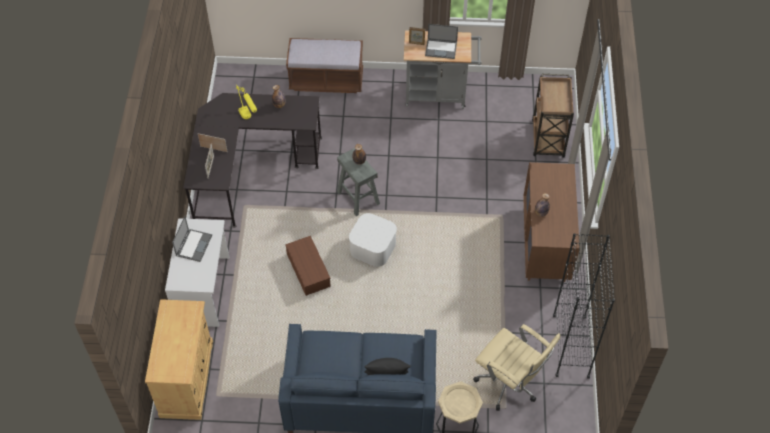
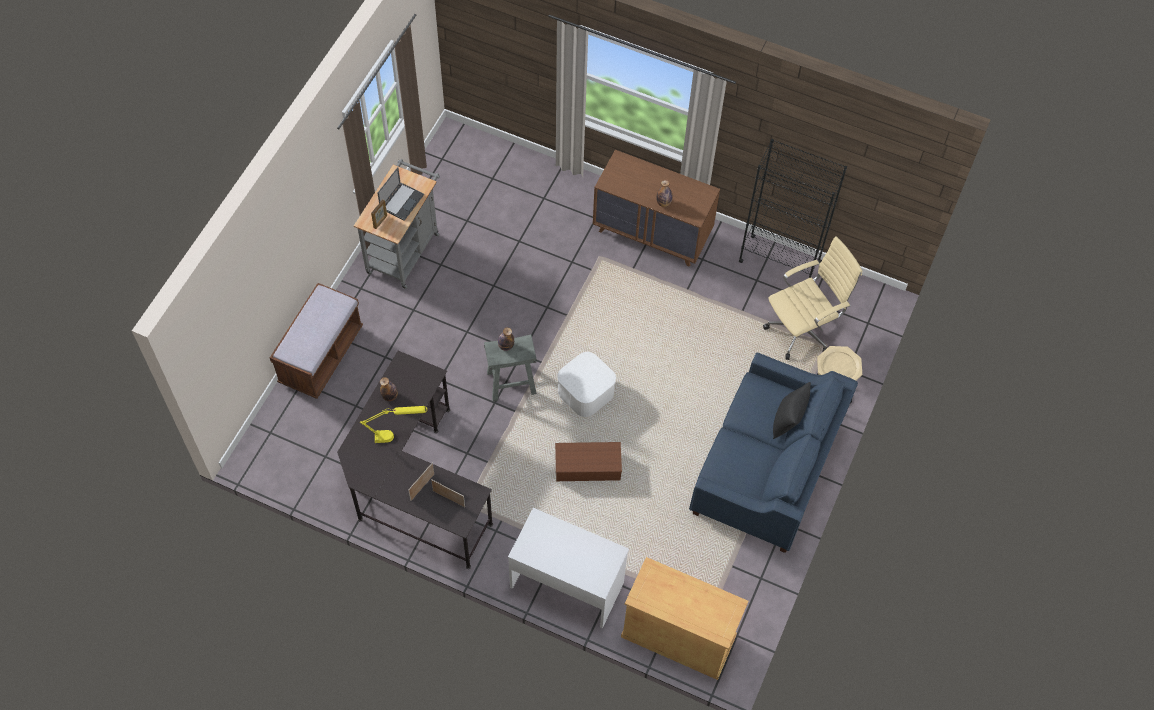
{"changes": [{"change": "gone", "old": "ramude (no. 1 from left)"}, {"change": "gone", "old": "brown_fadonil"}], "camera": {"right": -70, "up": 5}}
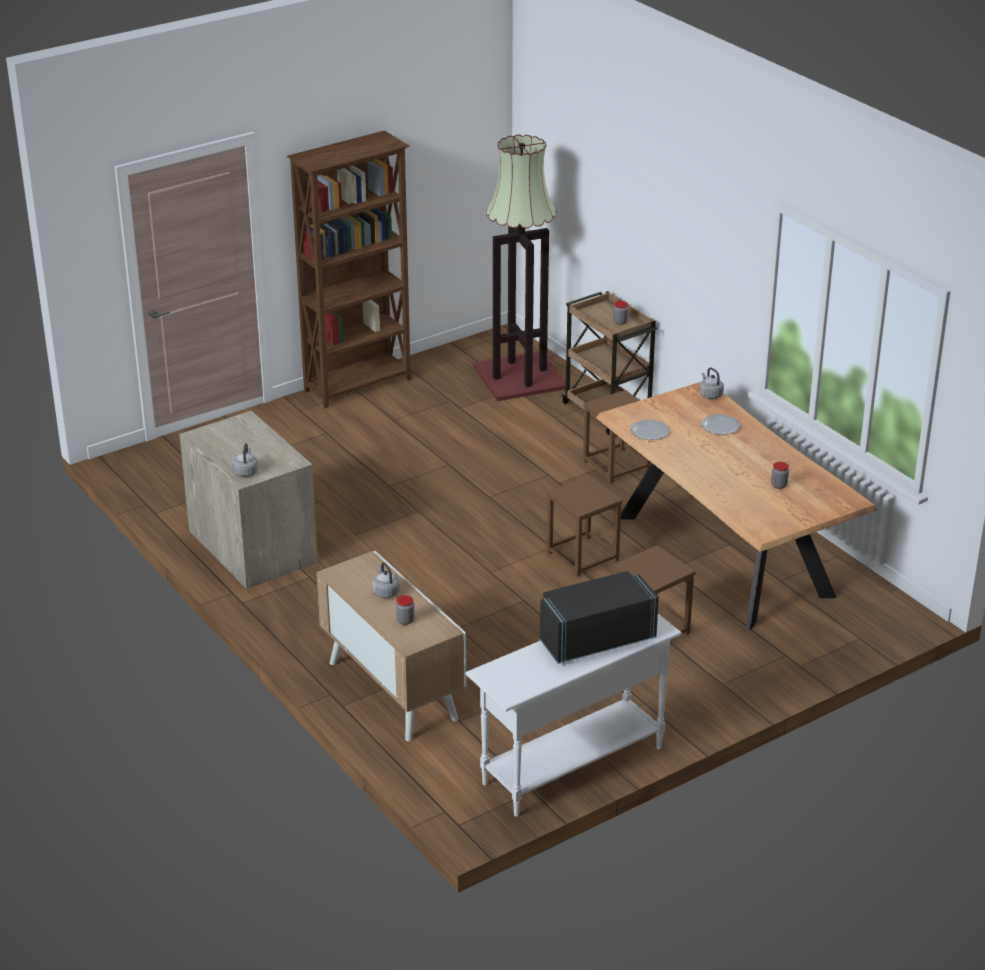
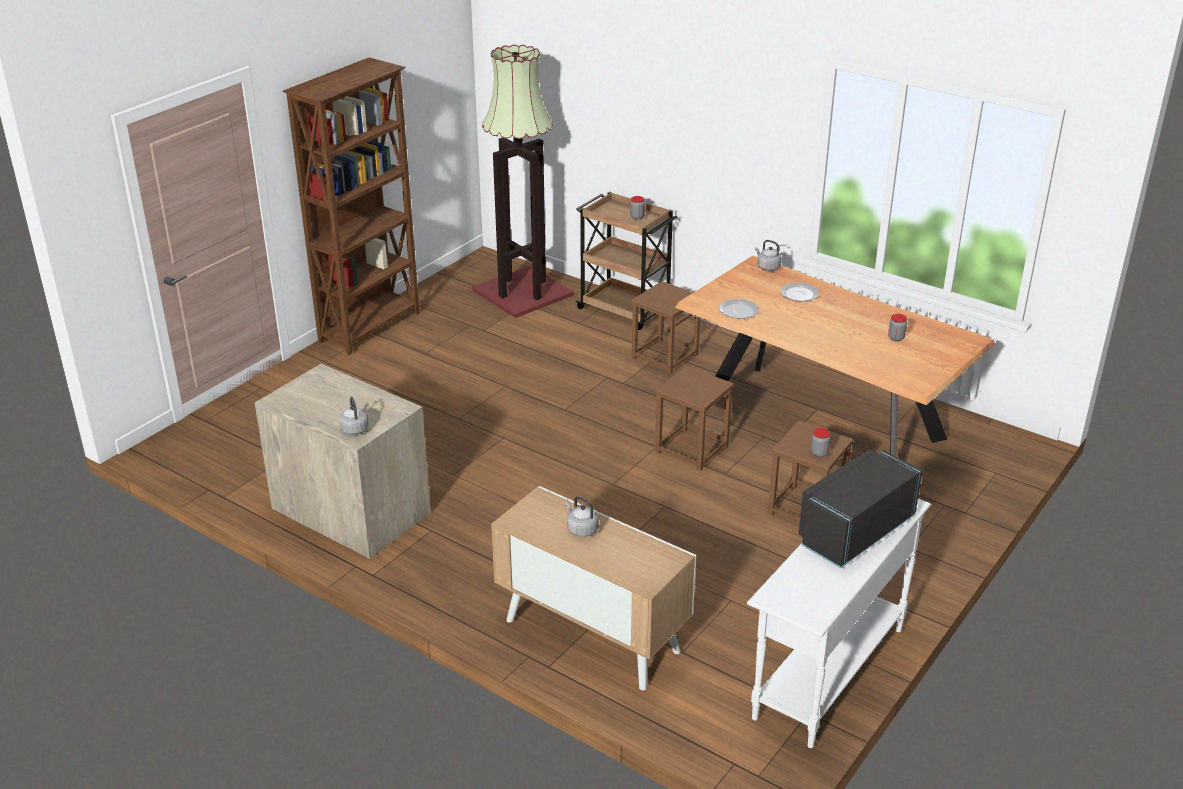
{"changes": [{"change": "shifted", "old": "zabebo (no. 1 from left in the first image)", "new": "zabebo (no. 2 from left)"}], "camera": {"right": -20, "up": 0}}
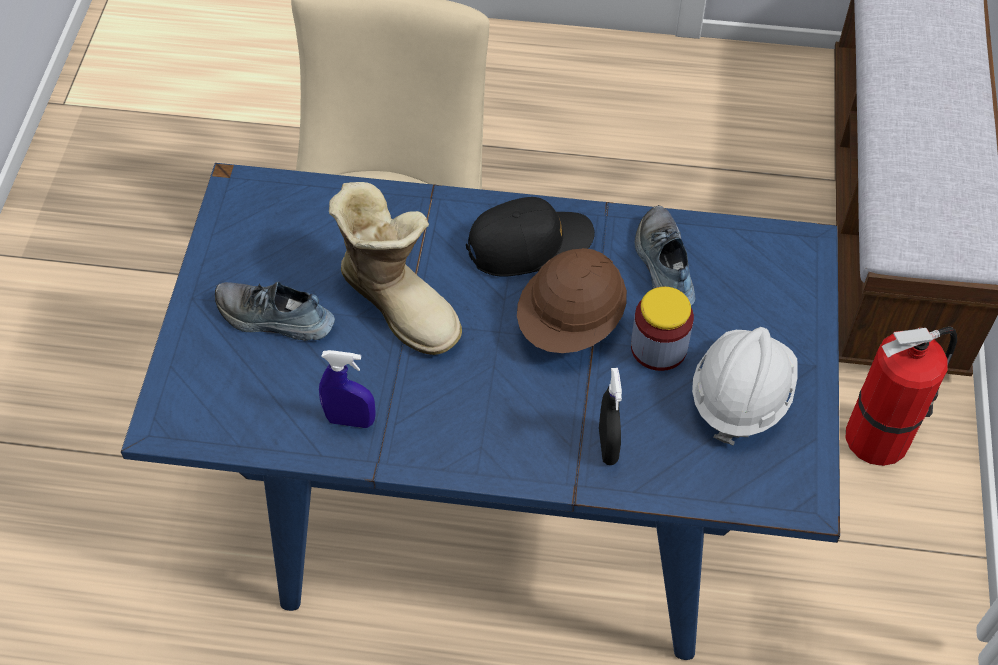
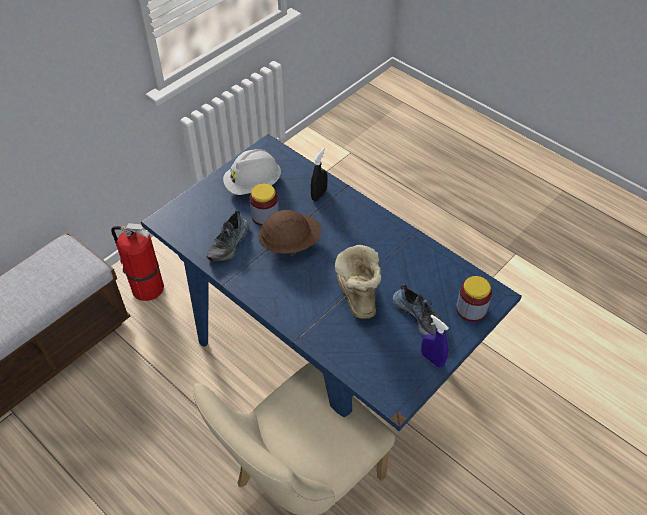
{"changes": [{"change": "shifted", "old": "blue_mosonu"}, {"change": "gone", "old": "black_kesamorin"}, {"change": "new", "new": "zabebo (no. 2 from left)"}], "camera": {"right": -145, "up": -5}}
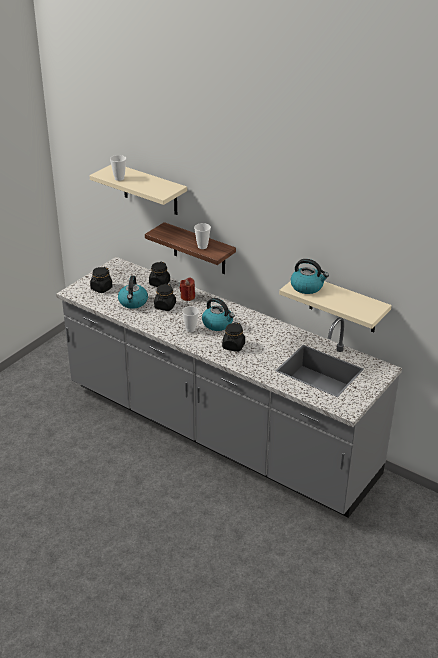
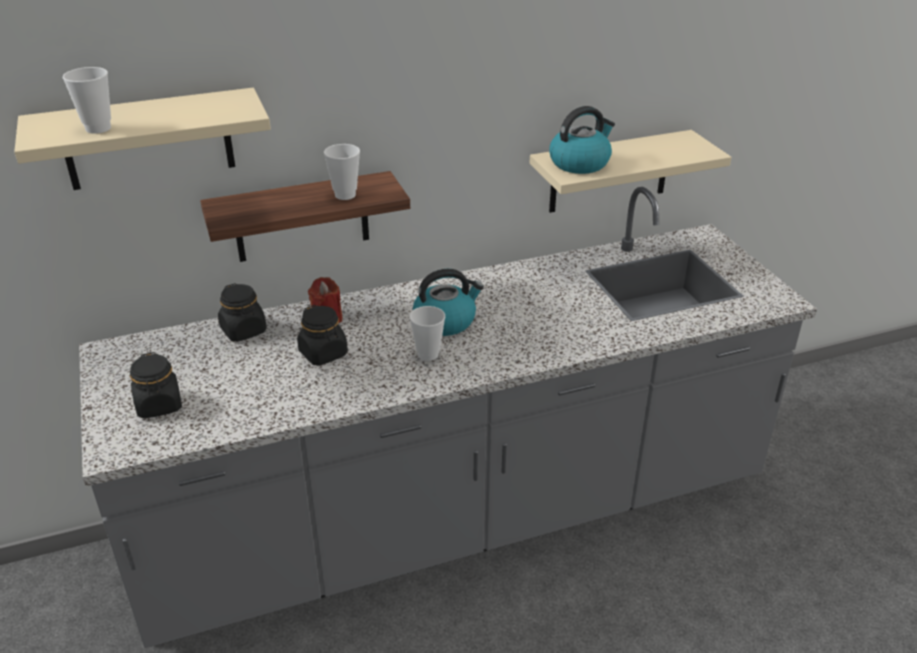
{"changes": [{"change": "gone", "old": "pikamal (no. 1 from left)"}, {"change": "gone", "old": "black_zabebo (no. 4 from left)"}], "camera": {"right": -55, "up": 0}}
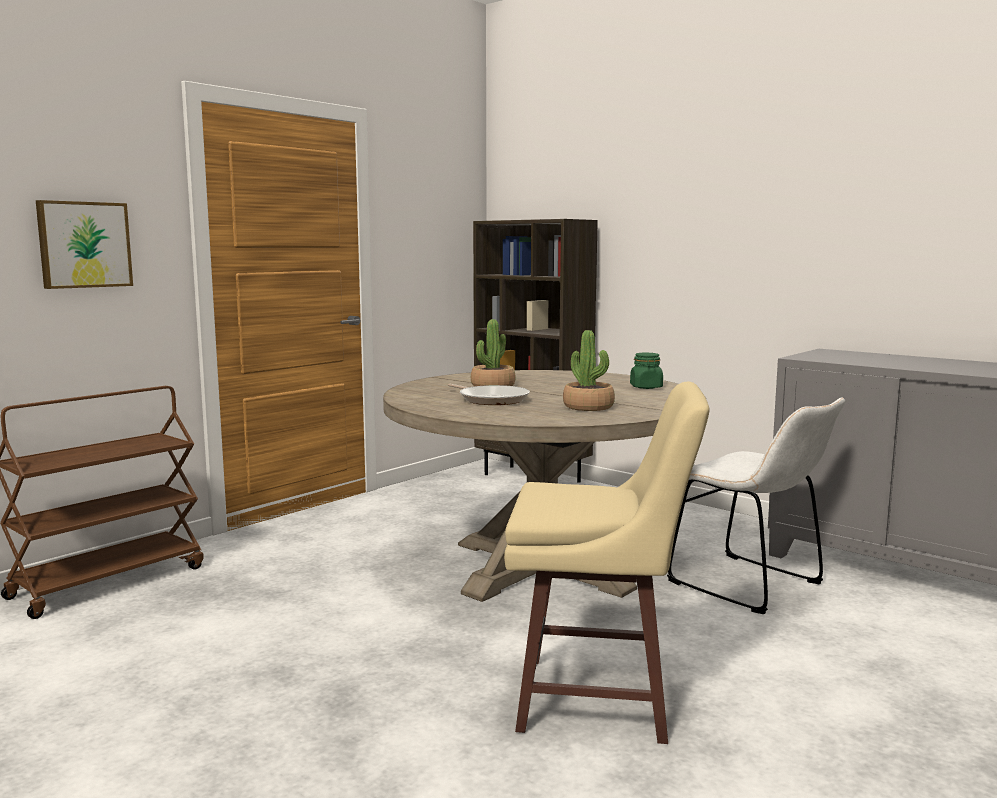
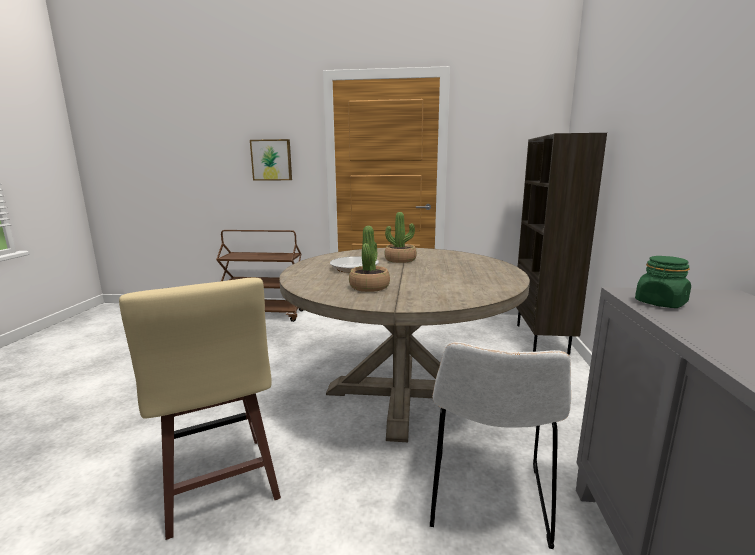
{"changes": [{"change": "shifted", "old": "green_zabebo"}], "camera": {"right": 55, "up": 5}}
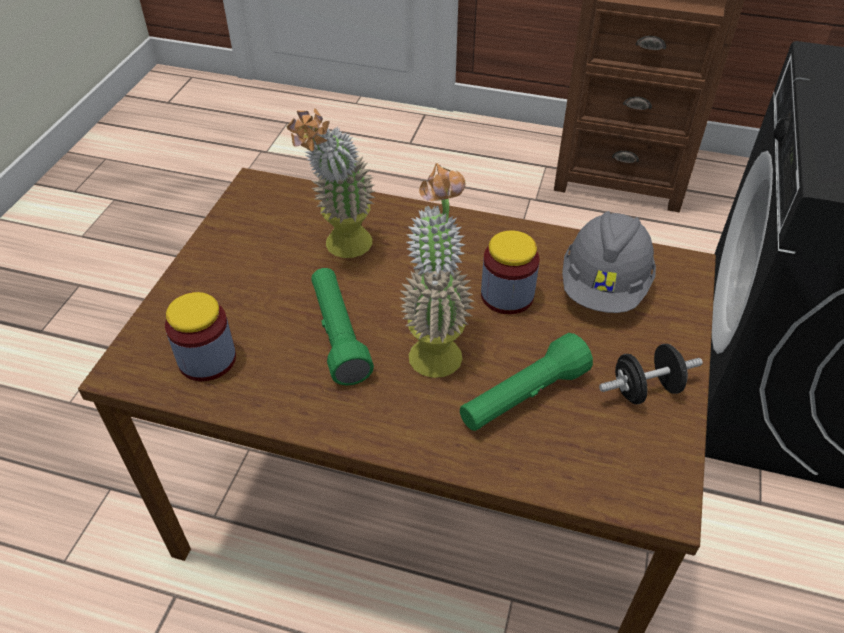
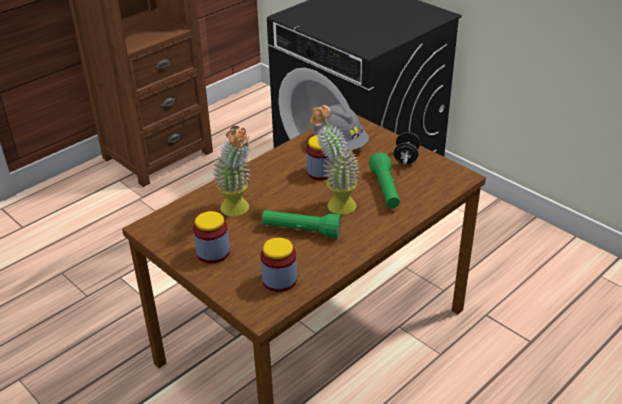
{"changes": [{"change": "new", "new": "zabebo (no. 1 from left)"}], "camera": {"right": -60, "up": -10}}
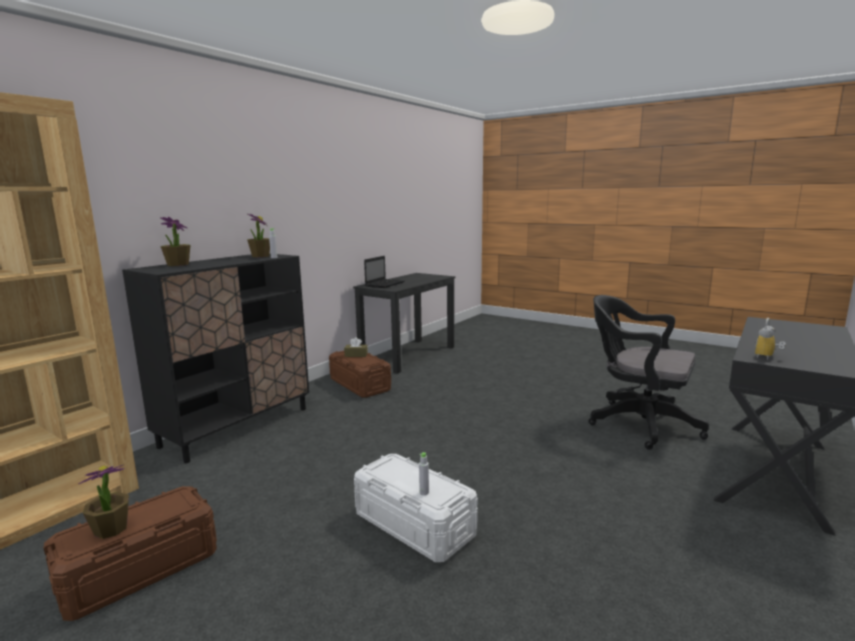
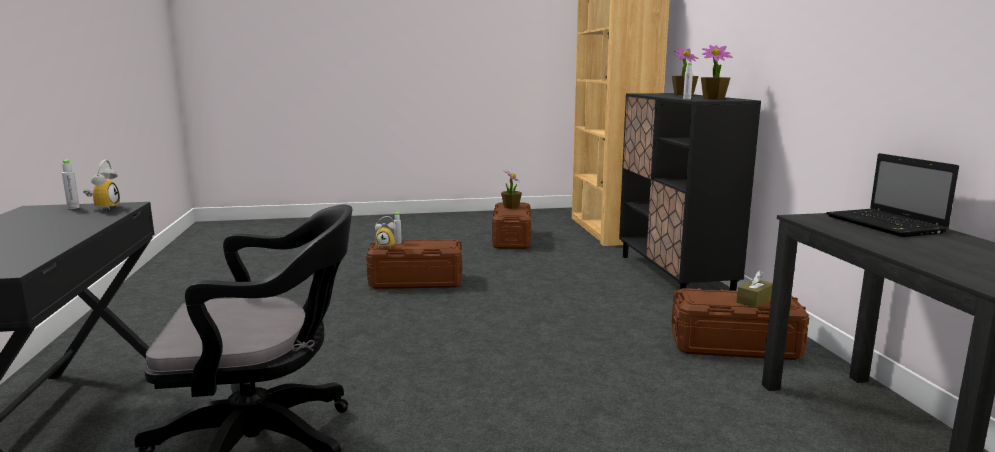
{"changes": [{"change": "repainted", "old": "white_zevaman", "new": "brown_zevaman (no. 1 from left)"}, {"change": "new", "new": "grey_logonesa (no. 1 from left)"}, {"change": "new", "new": "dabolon (no. 2 from left)"}], "camera": {"right": 135, "up": 0}}
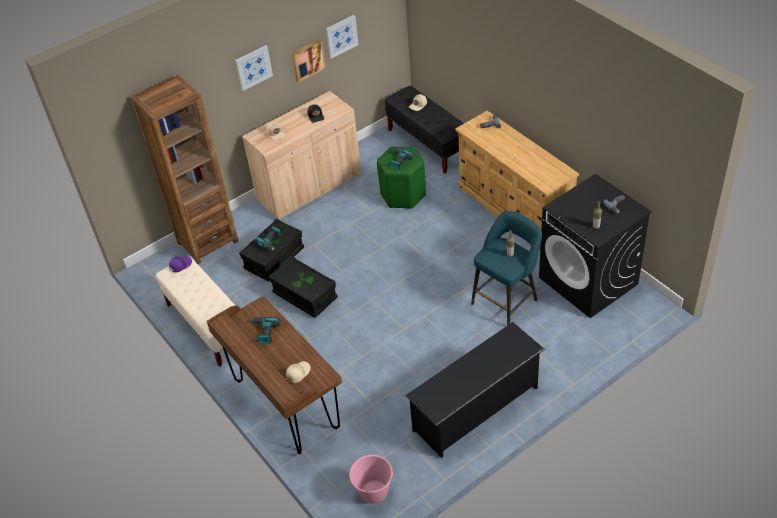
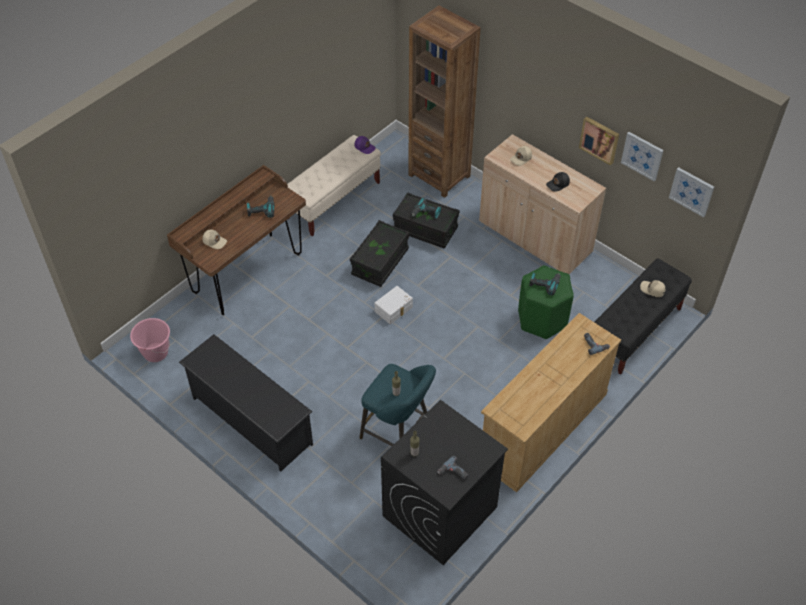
{"changes": [{"change": "shifted", "old": "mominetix (no. 1 from left in the first image)", "new": "mominetix (no. 3 from left)"}, {"change": "new", "new": "white_zevaman"}], "camera": {"right": 75, "up": 5}}
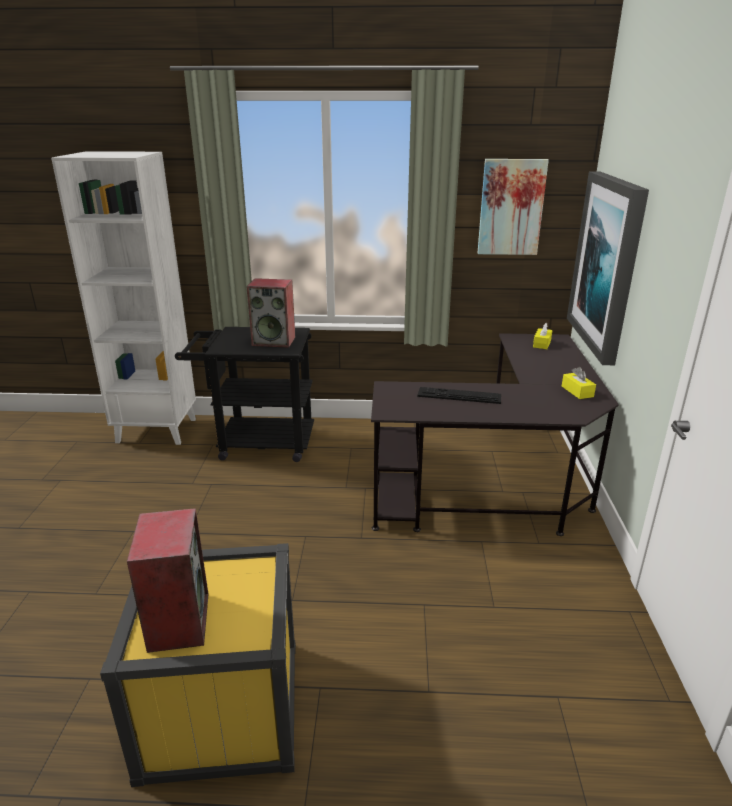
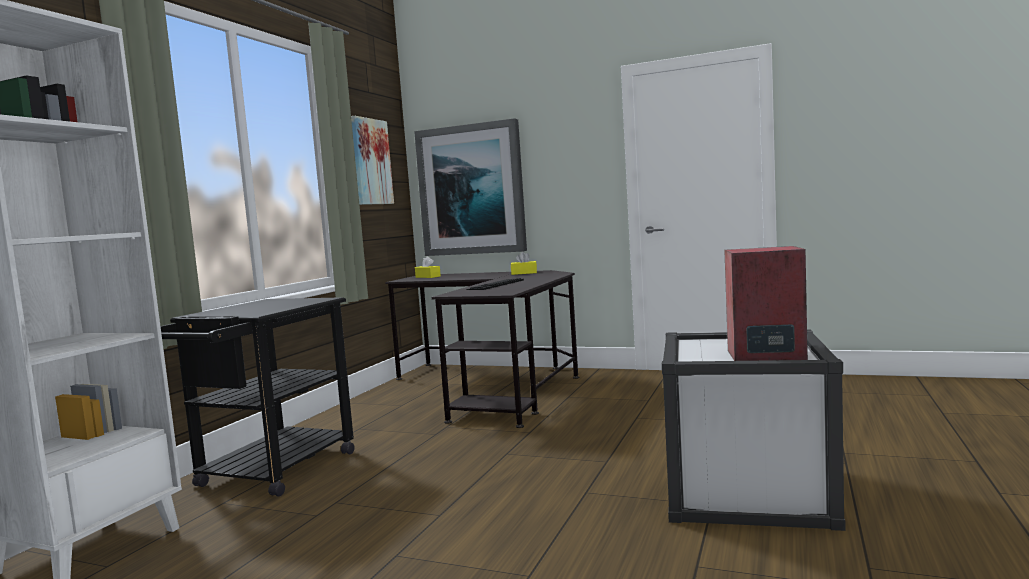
{"changes": [{"change": "repainted", "old": "yellow_zevaman", "new": "white_zevaman"}, {"change": "gone", "old": "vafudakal (no. 2 from left)"}], "camera": {"right": -70, "up": -20}}
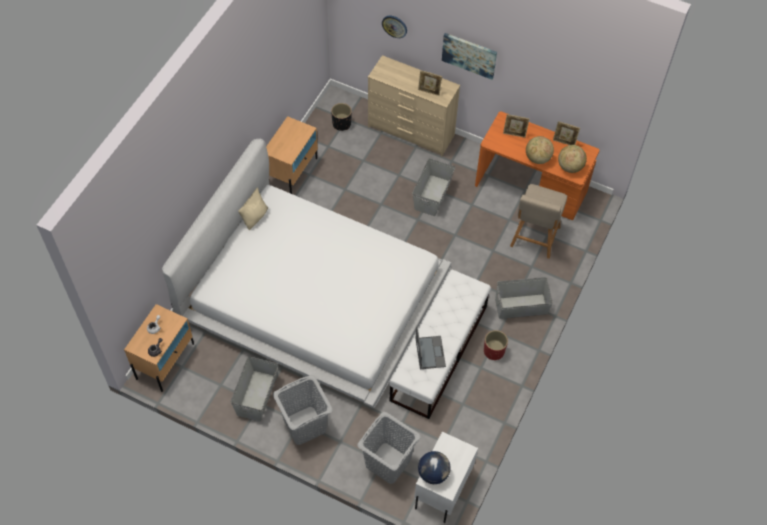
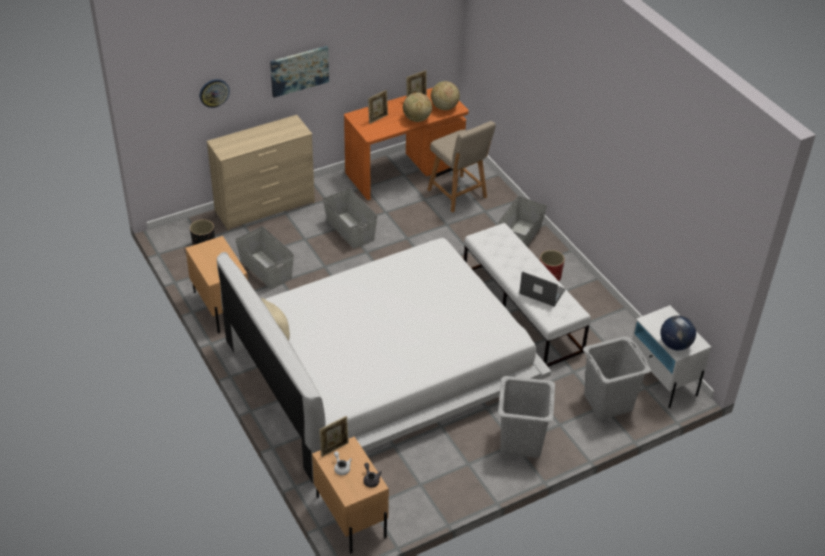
{"changes": [{"change": "shifted", "old": "grey_zevaman (no. 1 from left)"}, {"change": "shifted", "old": "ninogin (no. 1 from left)"}], "camera": {"right": -55, "up": -15}}
